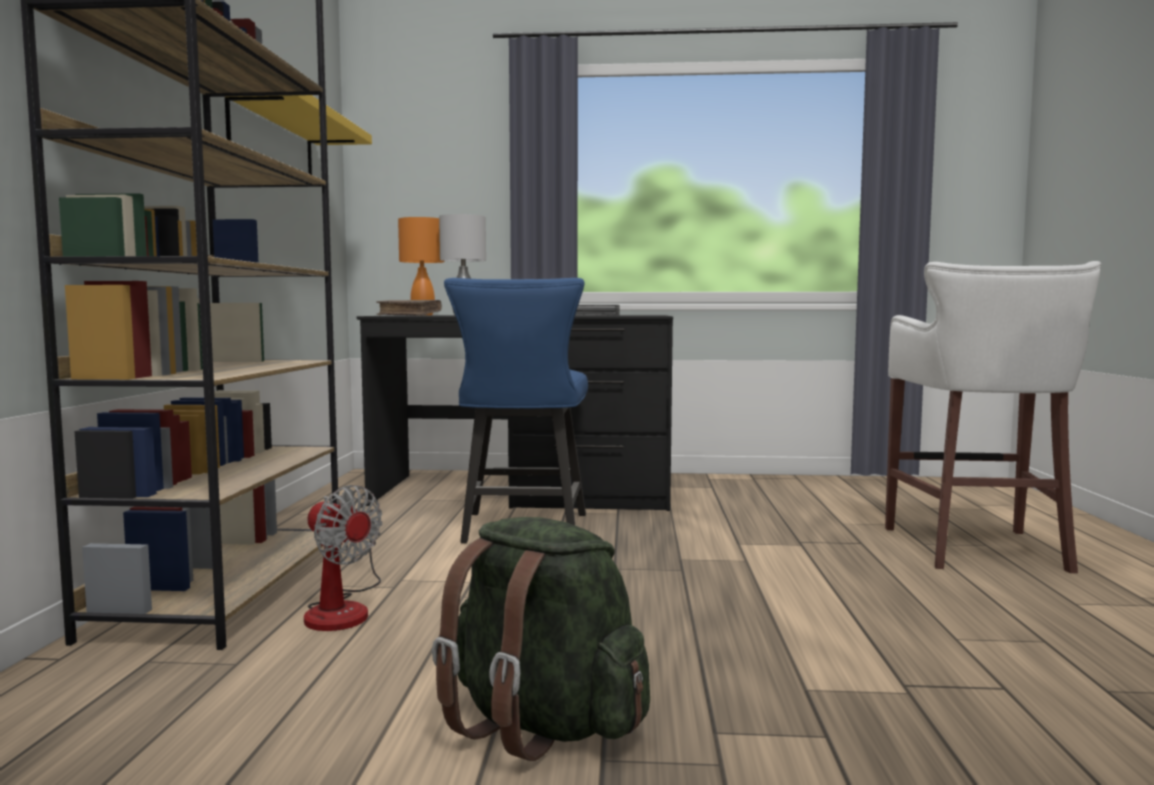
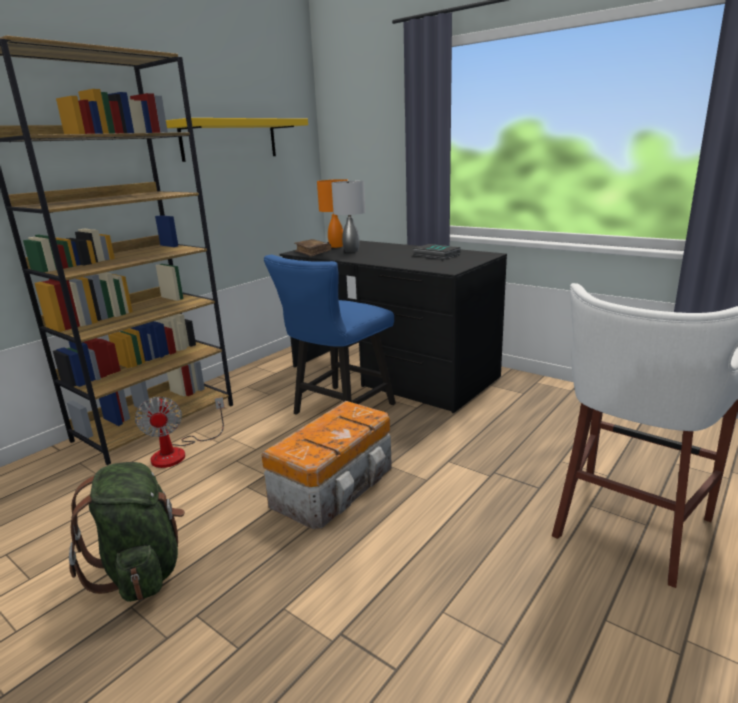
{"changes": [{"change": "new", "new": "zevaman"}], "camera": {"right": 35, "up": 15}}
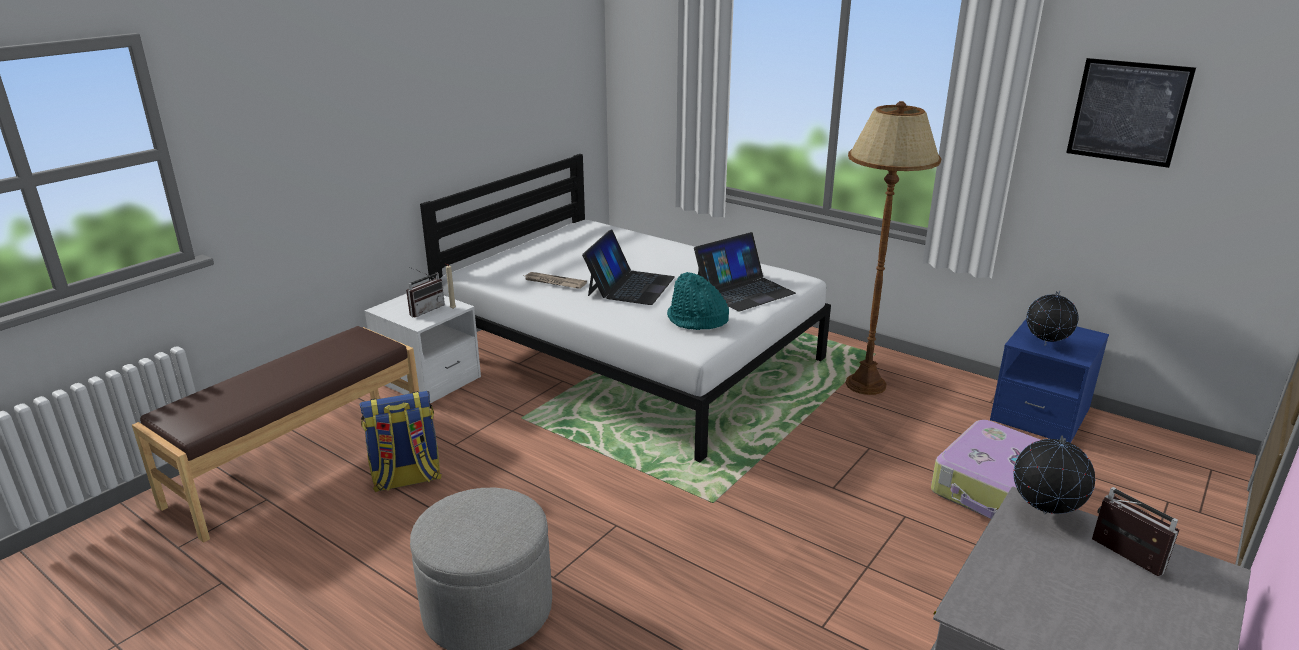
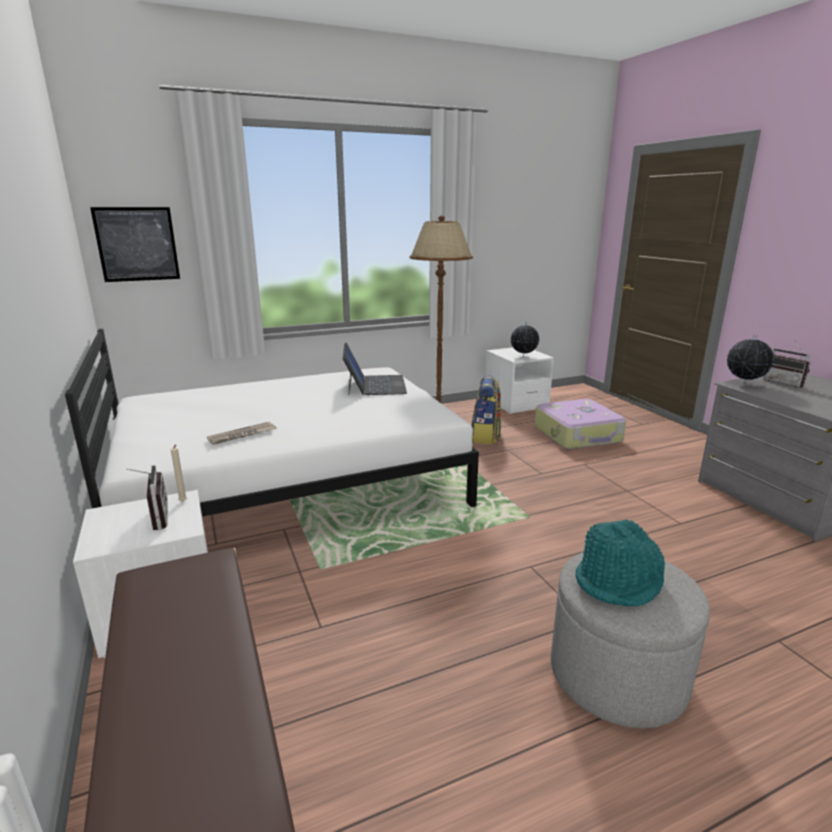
{"changes": [{"change": "shifted", "old": "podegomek"}, {"change": "gone", "old": "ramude (no. 1 from left)"}, {"change": "shifted", "old": "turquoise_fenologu"}, {"change": "repainted", "old": "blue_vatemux", "new": "white_vatemux (no. 2 from left)"}, {"change": "shifted", "old": "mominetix"}, {"change": "rotated", "old": "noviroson (no. 2 from left)", "degrees": -120}], "camera": {"right": -60, "up": -5}}
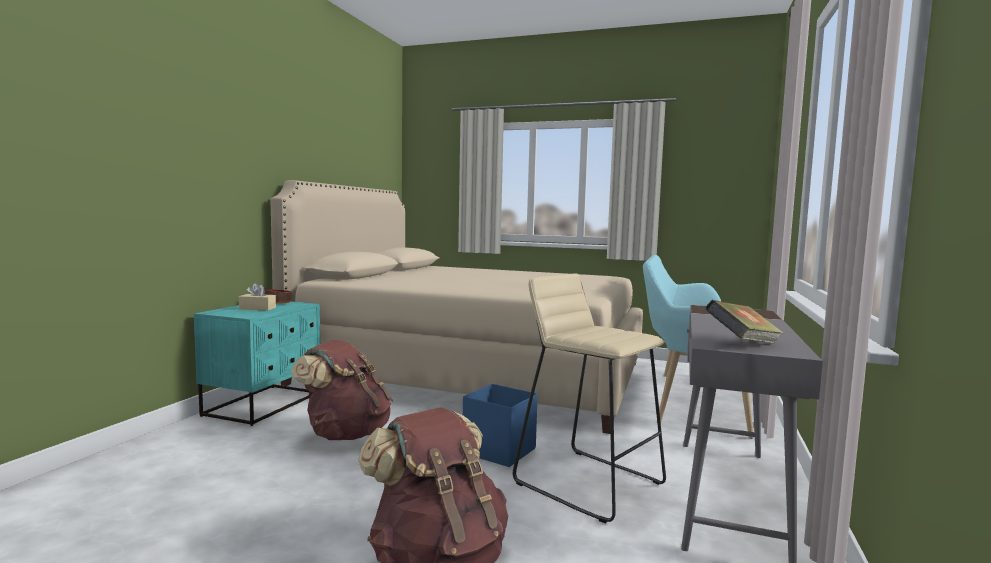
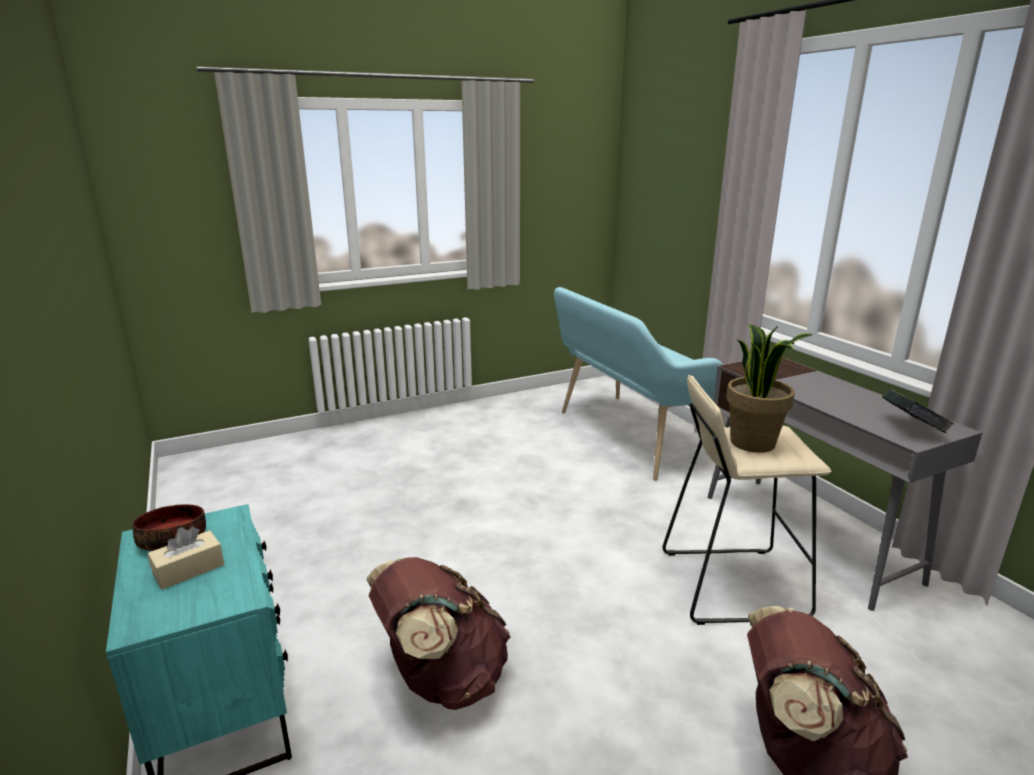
{"changes": [{"change": "gone", "old": "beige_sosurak"}, {"change": "gone", "old": "blue_zevaman"}, {"change": "new", "new": "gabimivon"}], "camera": {"right": -45, "up": 15}}
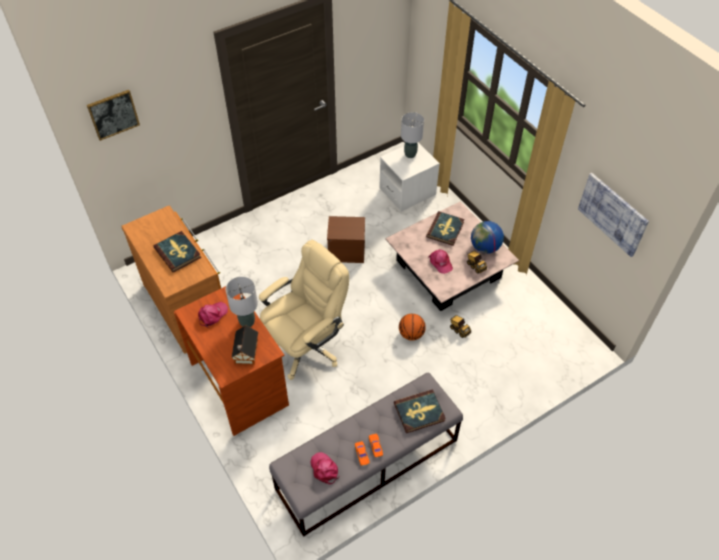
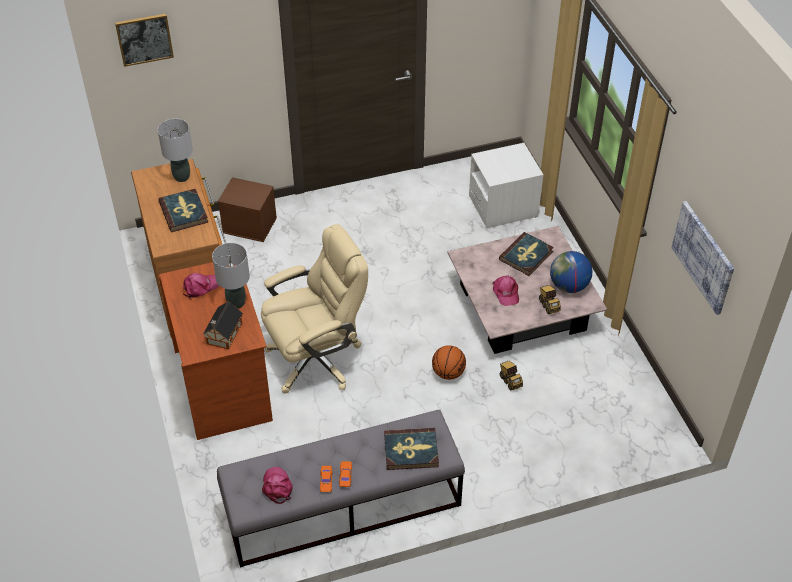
{"changes": [{"change": "shifted", "old": "brown_zevaman"}, {"change": "shifted", "old": "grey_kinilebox (no. 2 from left in the first image)", "new": "grey_kinilebox (no. 1 from left)"}], "camera": {"right": 15, "up": -5}}
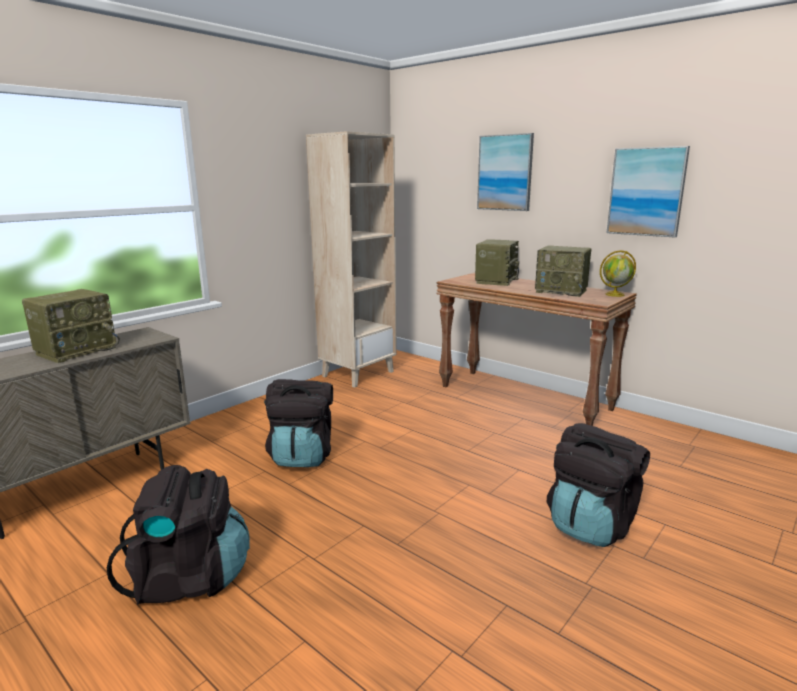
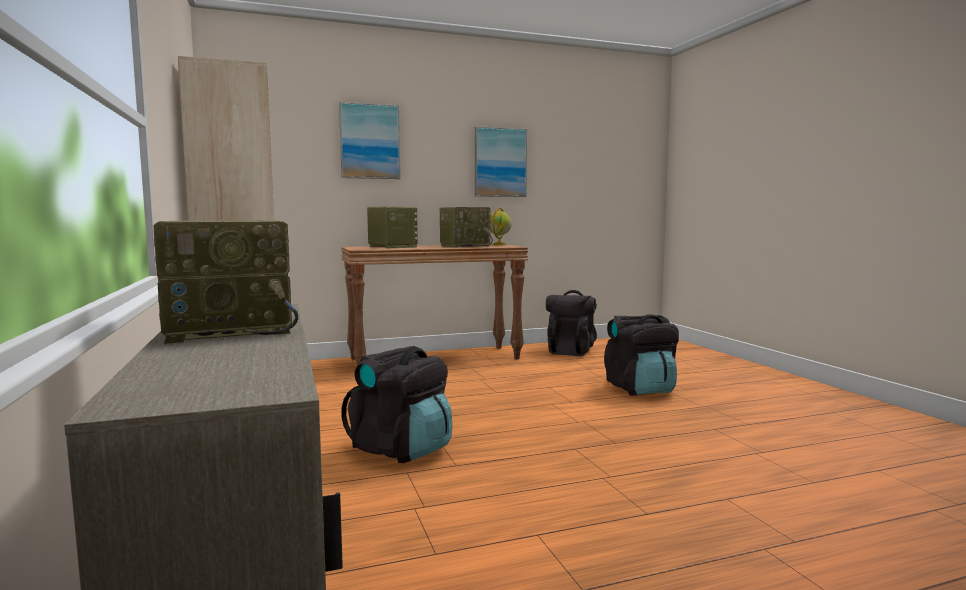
{"changes": [{"change": "rotated", "old": "noviroson (no. 1 from left)", "degrees": 90}, {"change": "shifted", "old": "black_podegomek (no. 1 from left in the first image)", "new": "black_podegomek (no. 2 from left)"}], "camera": {"right": -60, "up": -10}}
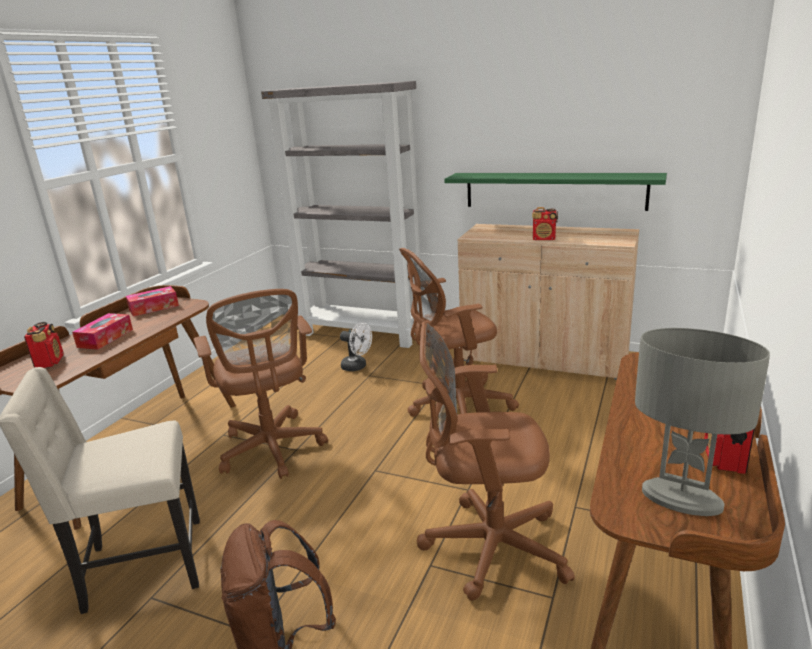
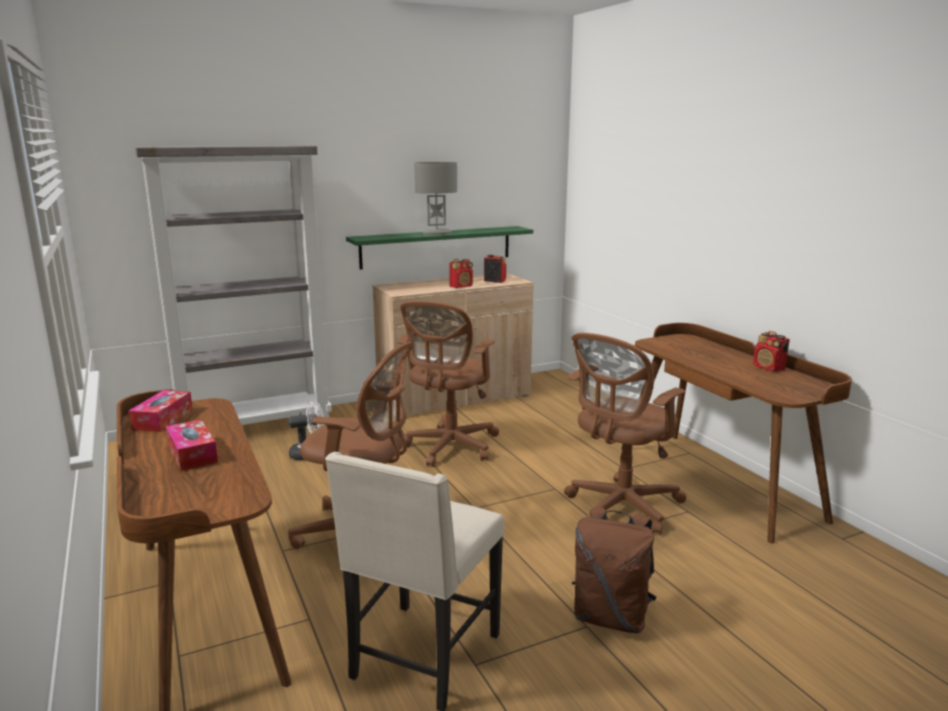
{"changes": [{"change": "shifted", "old": "noviroson (no. 1 from left in the first image)", "new": "noviroson (no. 2 from left)"}, {"change": "shifted", "old": "grey_kinilebox"}], "camera": {"right": -50, "up": -5}}
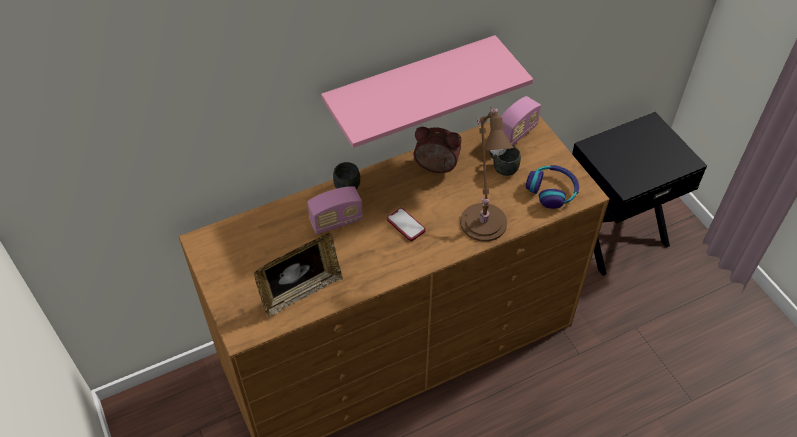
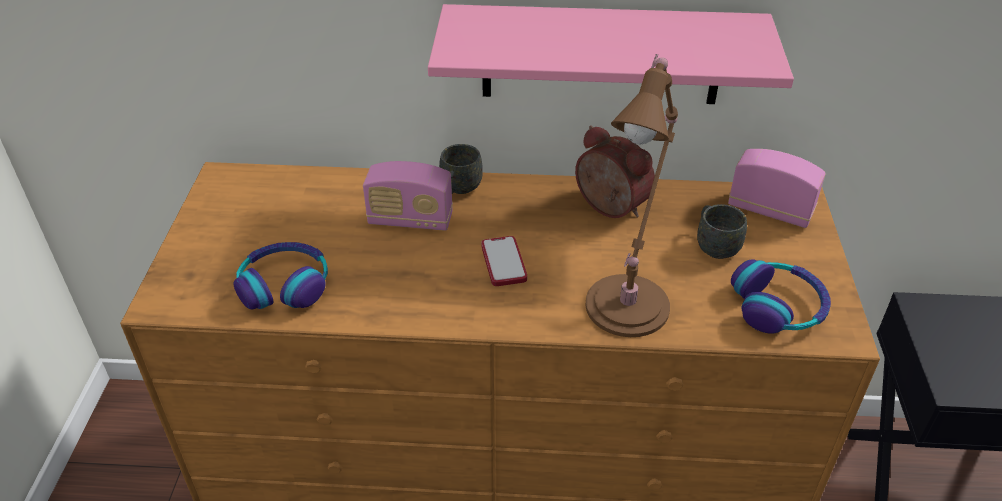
{"changes": [{"change": "swapped", "old": "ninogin", "new": "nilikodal (no. 1 from left)"}, {"change": "rotated", "old": "noviroson (no. 2 from left)", "degrees": -135}], "camera": {"right": 30, "up": -10}}
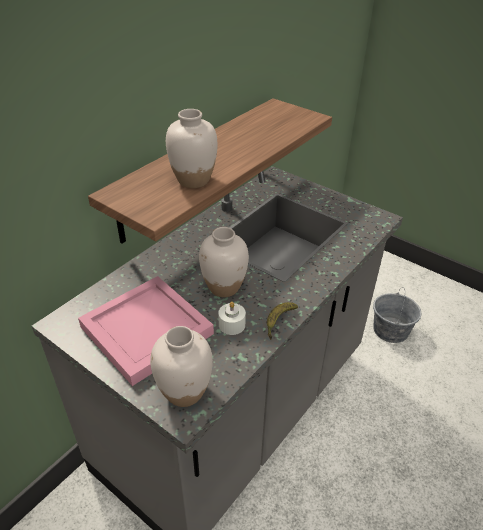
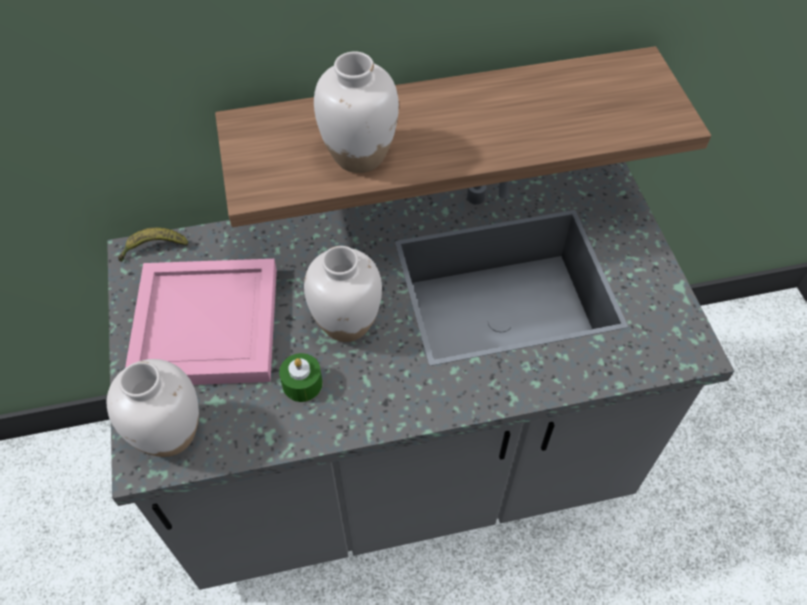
{"changes": [{"change": "repainted", "old": "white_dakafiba", "new": "green_dakafiba"}, {"change": "shifted", "old": "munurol"}, {"change": "gone", "old": "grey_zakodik"}], "camera": {"right": 40, "up": 15}}
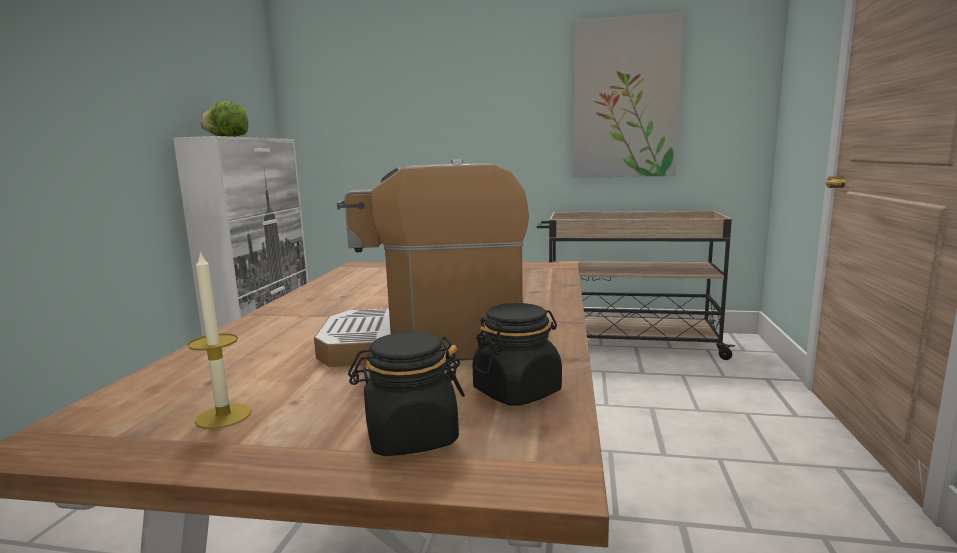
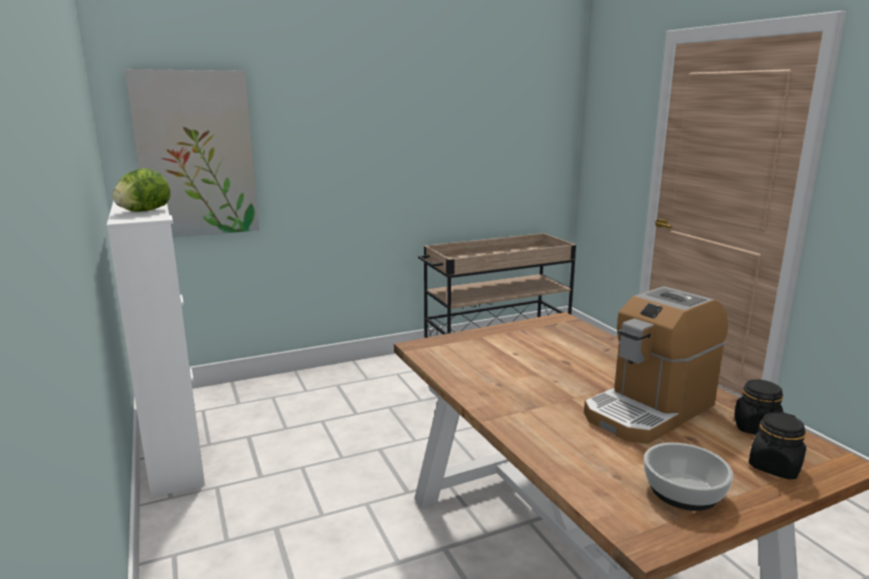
{"changes": [{"change": "swapped", "old": "dakafiba", "new": "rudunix"}, {"change": "shifted", "old": "mominetix"}], "camera": {"right": -35, "up": 5}}
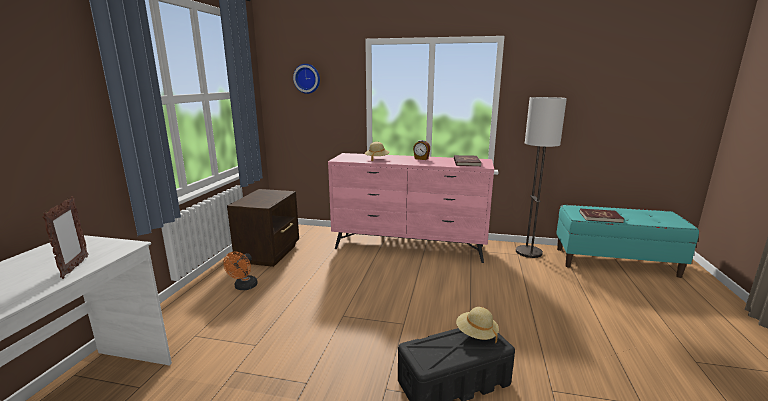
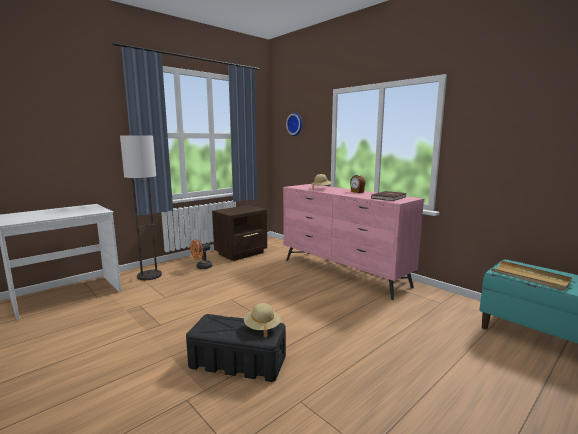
{"changes": [{"change": "gone", "old": "ninogin"}, {"change": "shifted", "old": "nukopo"}, {"change": "swapped", "old": "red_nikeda (no. 2 from left)", "new": "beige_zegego"}], "camera": {"right": 35, "up": -5}}
